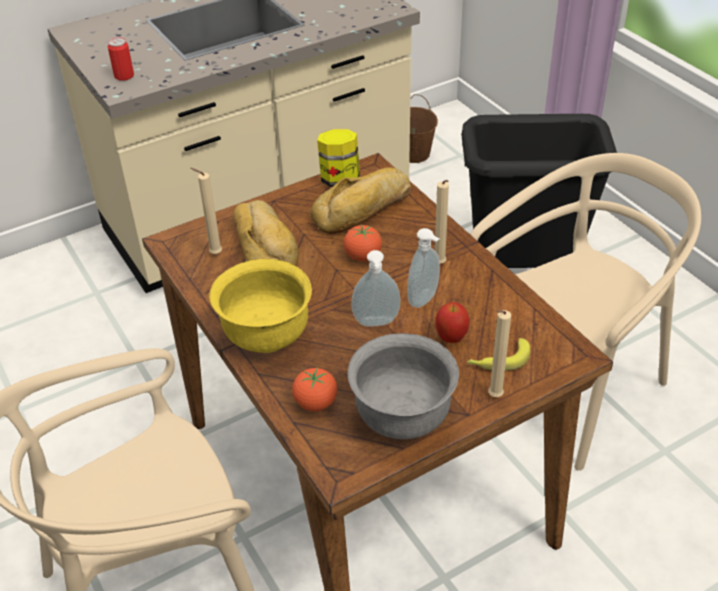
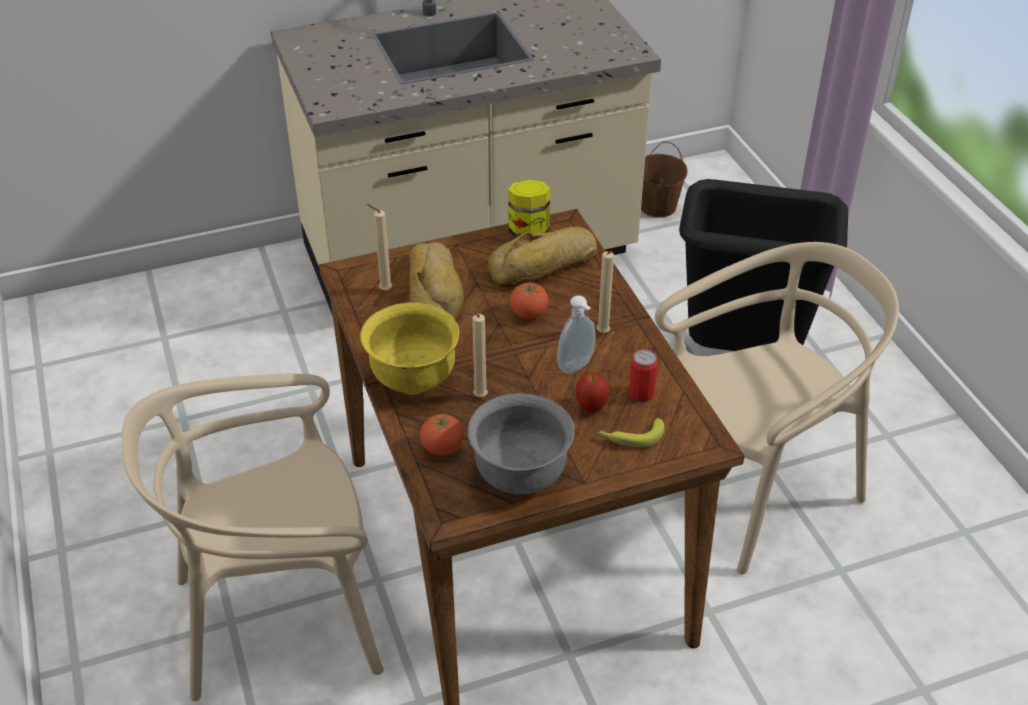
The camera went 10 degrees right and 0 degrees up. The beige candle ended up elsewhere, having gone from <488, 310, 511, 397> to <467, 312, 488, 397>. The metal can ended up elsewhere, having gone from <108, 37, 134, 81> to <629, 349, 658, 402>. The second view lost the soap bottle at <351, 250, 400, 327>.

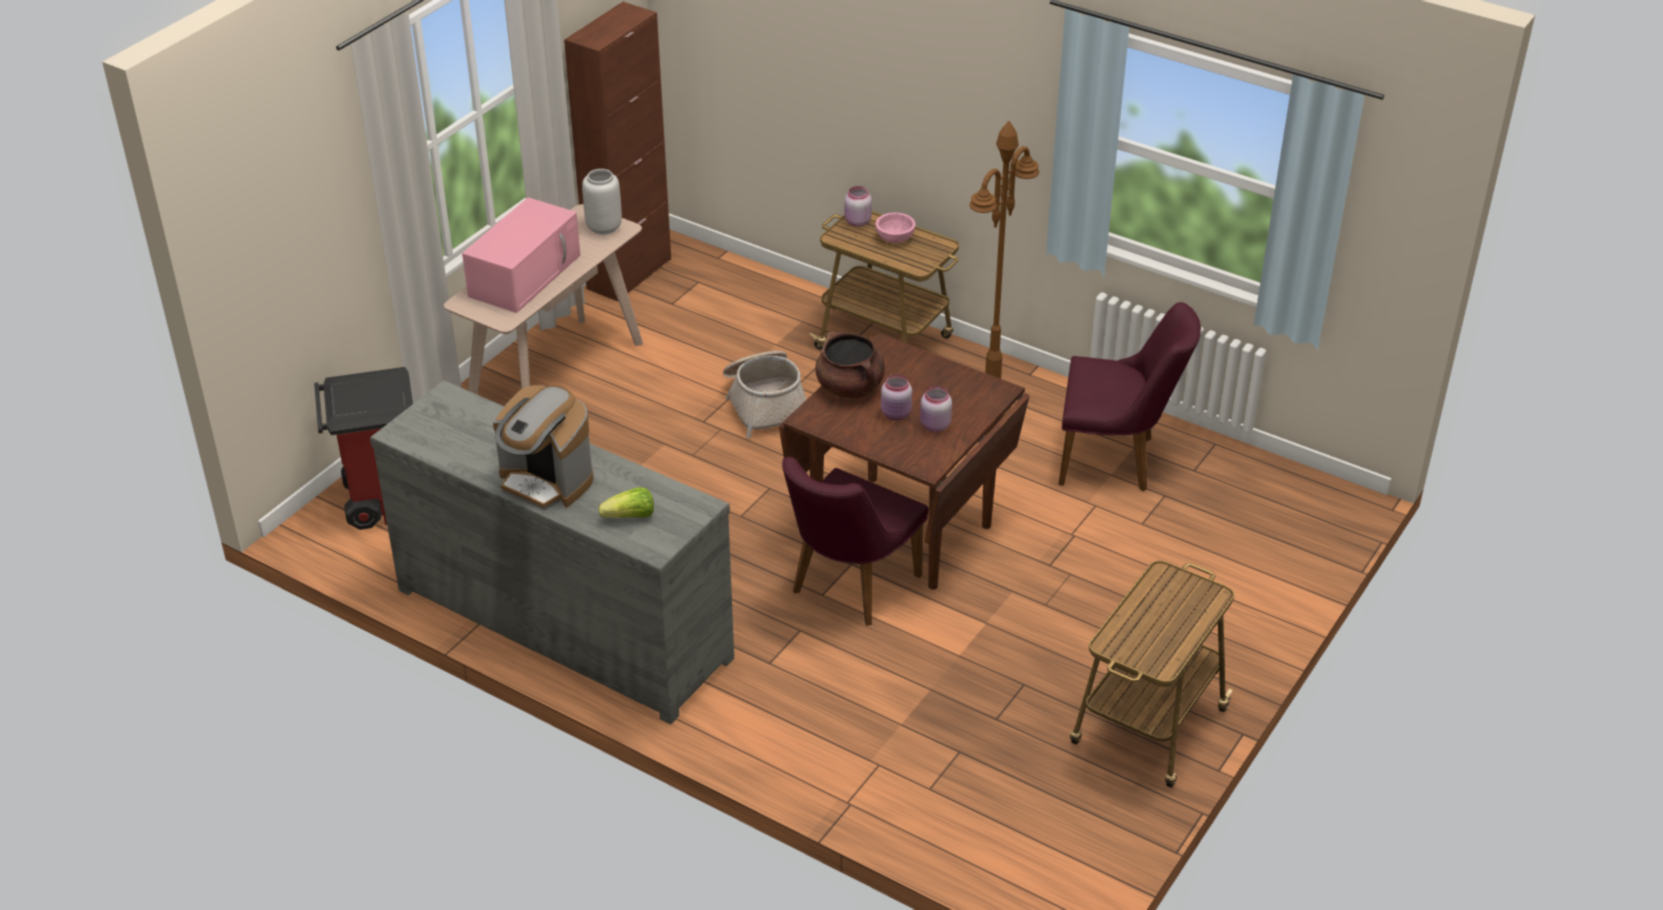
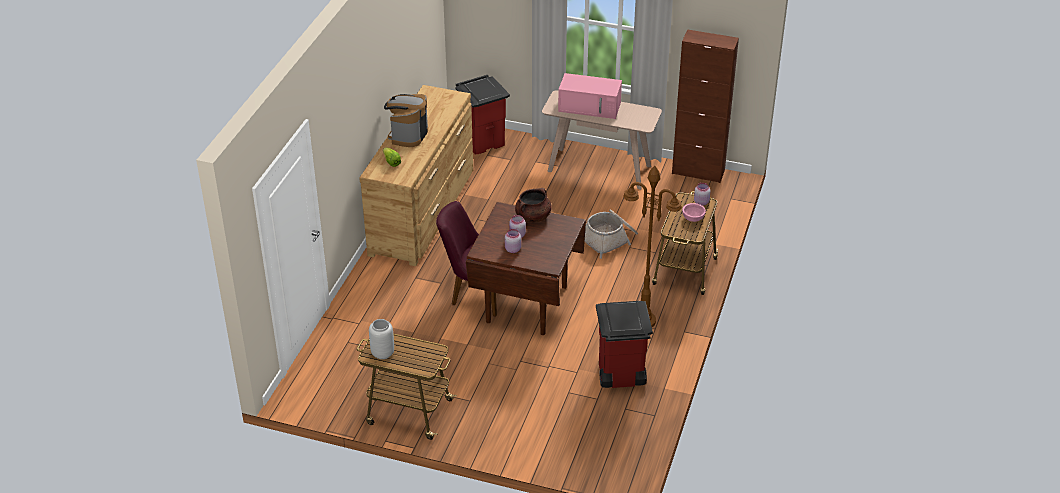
The camera went 75 degrees right and 0 degrees up. What was the gray drawer chest at <370, 381, 734, 724> turned into the brownish drawer chest at <359, 85, 473, 266>. The gray flower vase ended up elsewhere, having gone from <582, 169, 622, 235> to <369, 319, 394, 359>. Where the purple chair stood at <1059, 302, 1201, 491>, the reddish rubbish bin came to stand at <596, 301, 653, 388>.

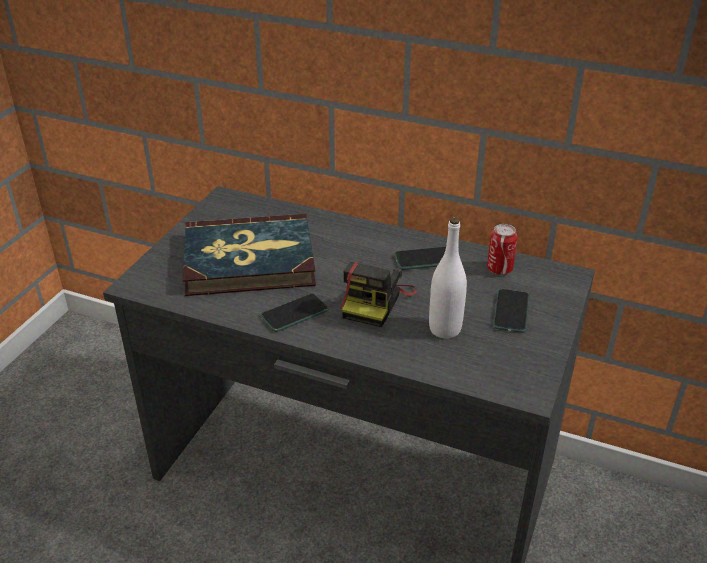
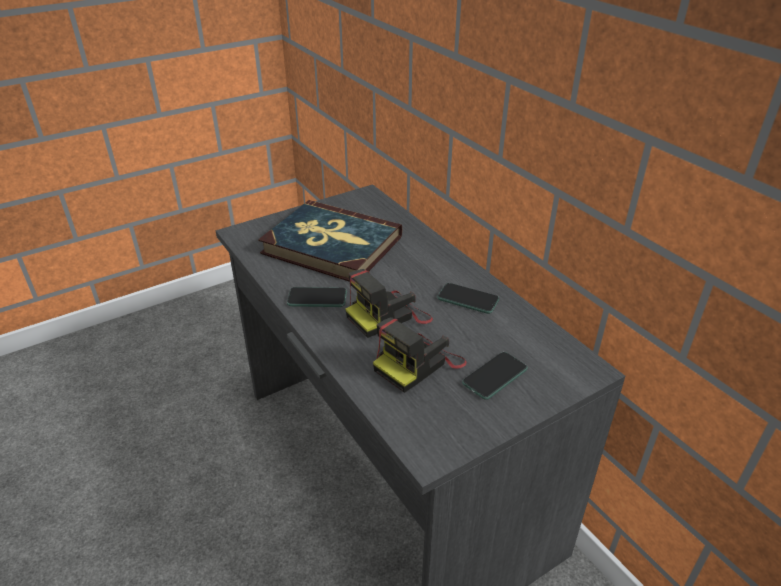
The camera went 35 degrees right and 0 degrees up. Where the whitish drink bottle stood at <429, 217, 467, 339>, the photo camera came to stand at <373, 317, 467, 393>. The second view lost the metal can at <487, 224, 518, 275>.

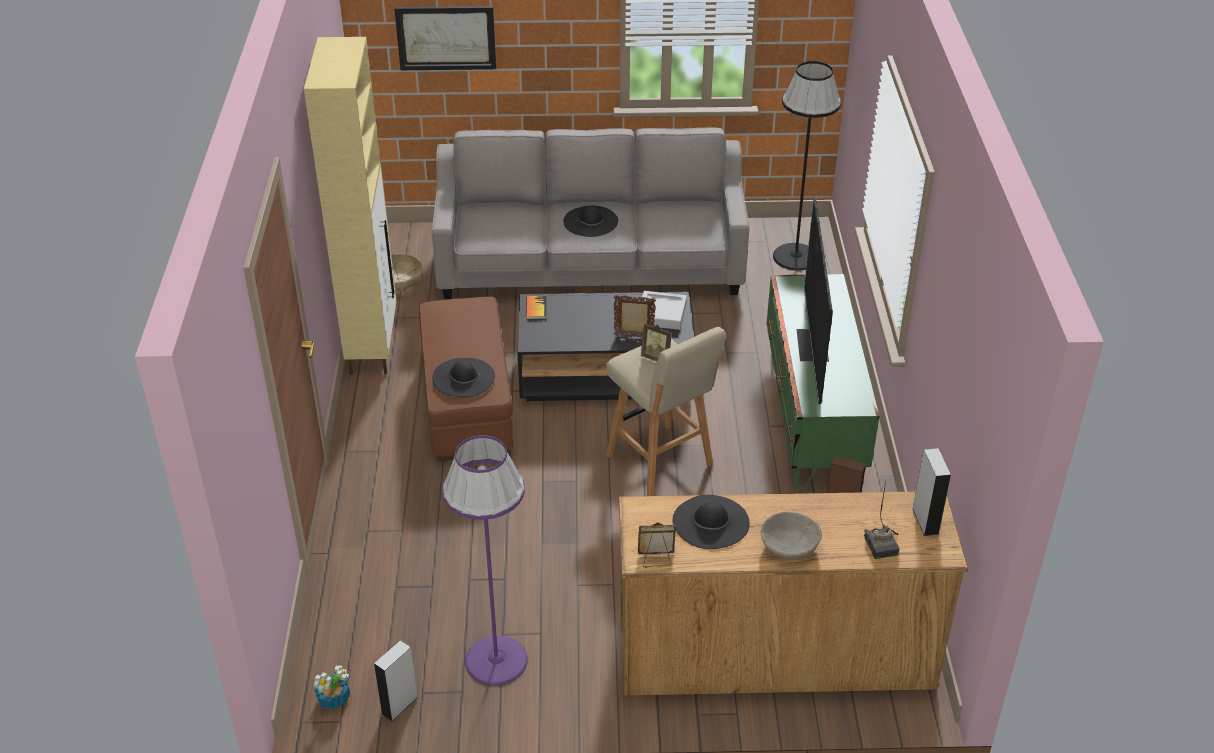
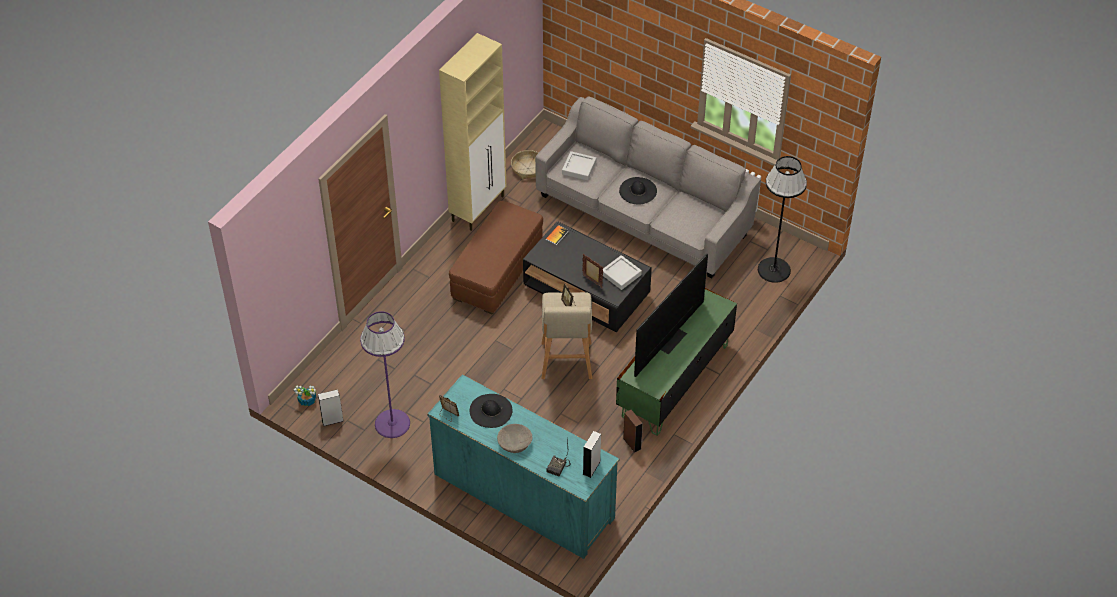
The camera went 35 degrees right and 10 degrees up. What was the brownish drawer chest at <619, 492, 968, 695> turned into the turquoise-coloured drawer chest at <427, 374, 620, 559>. The second view gained the gray tray at <562, 151, 596, 181>. The second view lost the wall picture at <394, 6, 496, 70>. The second view lost the black-coloured wearable hat at <432, 358, 495, 398>.

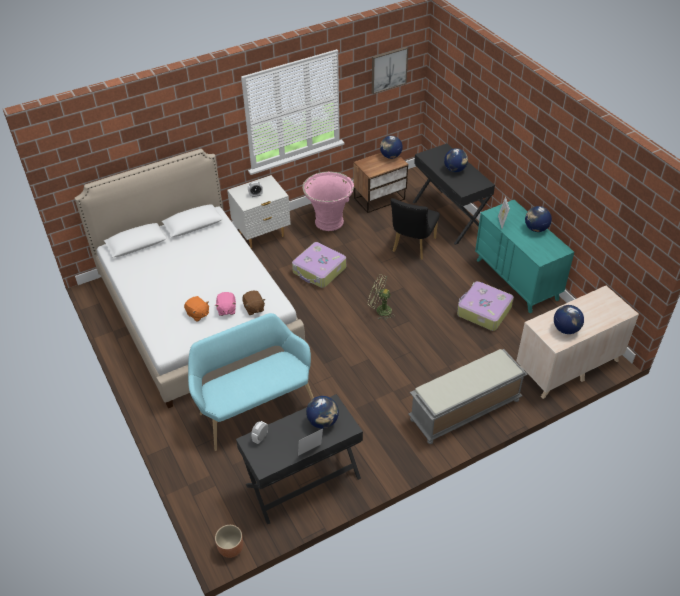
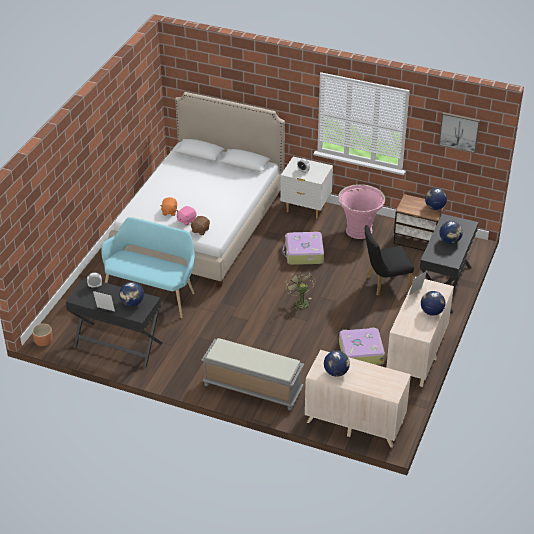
The camera went 50 degrees right and 5 degrees down. What was the turquoise-coloured drawer chest at <475, 200, 574, 313> turned into the beige drawer chest at <386, 277, 454, 387>.

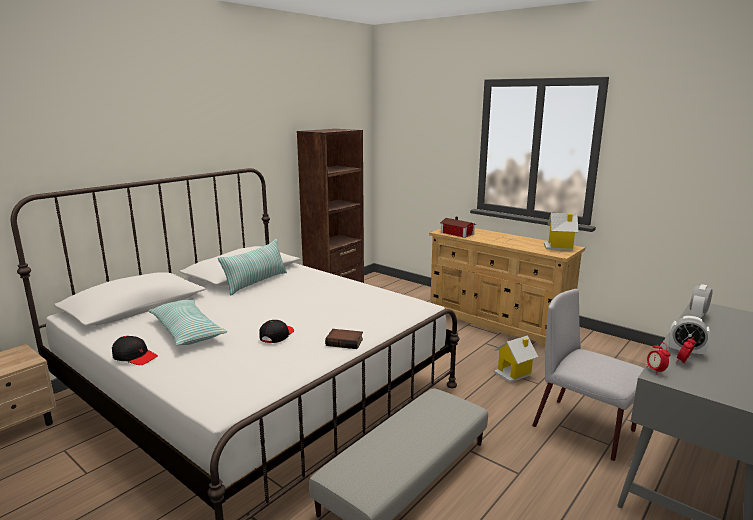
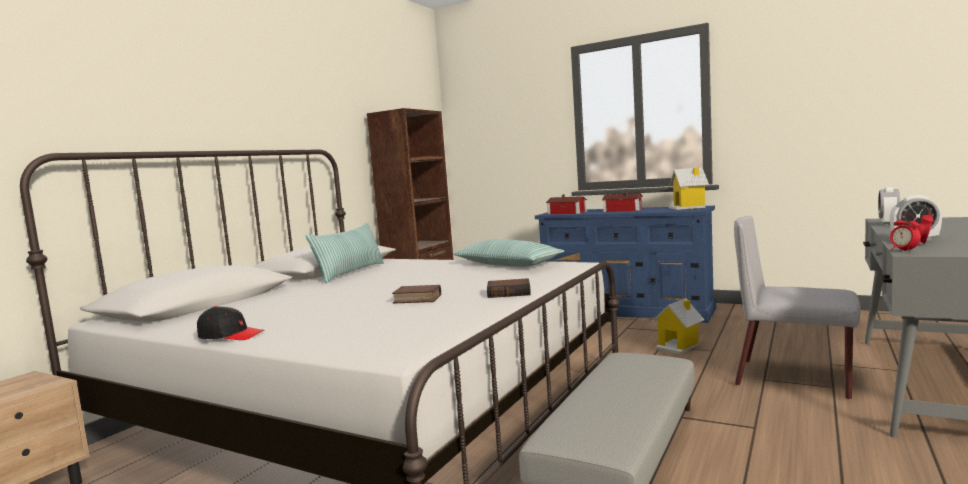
The camera went 10 degrees left and 10 degrees down. Where the black-coloured peaked cap stood at <259, 320, 294, 343>, the bound book came to stand at <392, 285, 441, 303>. The pillow ended up elsewhere, having gone from <148, 300, 227, 346> to <453, 239, 564, 267>. What was the beige drawer chest at <429, 228, 585, 347> turned into the blue-coloured drawer chest at <535, 206, 716, 323>. The second view gained the model house at <602, 191, 643, 212>.

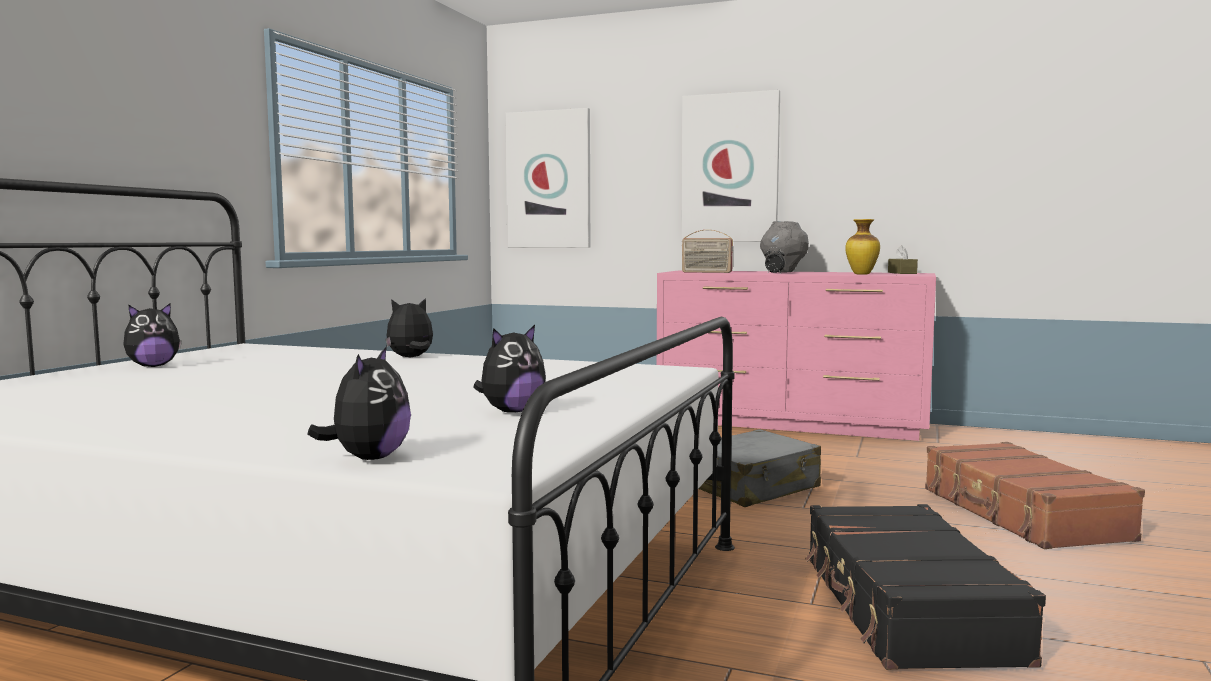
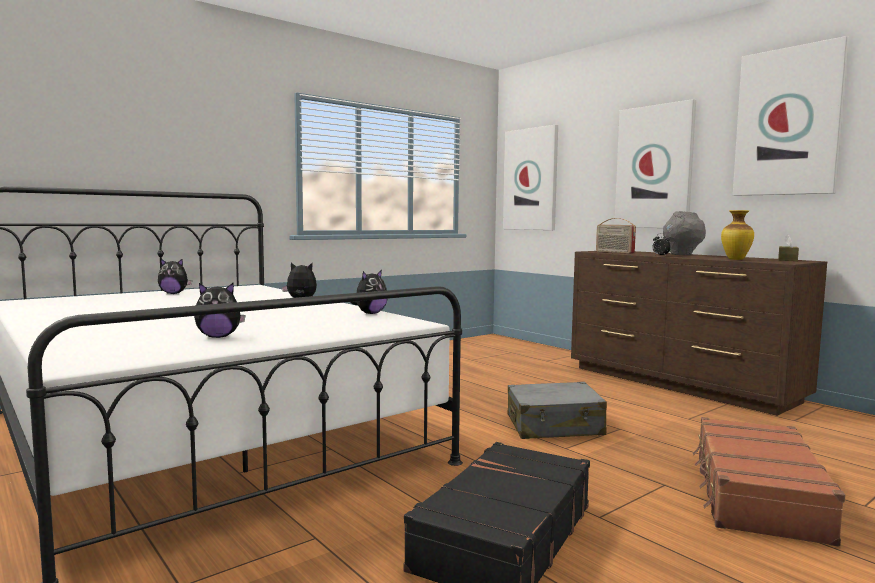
The camera went 30 degrees right and 0 degrees up. The cuddly toy ended up elsewhere, having gone from <307, 346, 411, 460> to <350, 270, 387, 314>. What was the pink-coloured drawer chest at <657, 270, 936, 441> turned into the brownish drawer chest at <571, 251, 827, 416>. The second view gained the wall picture at <733, 36, 849, 196>.

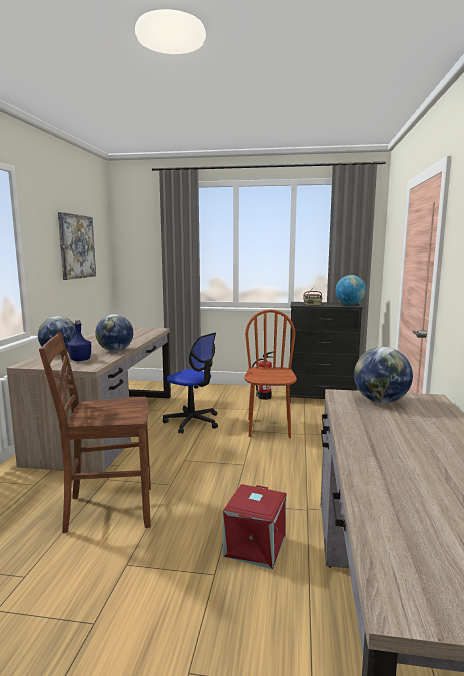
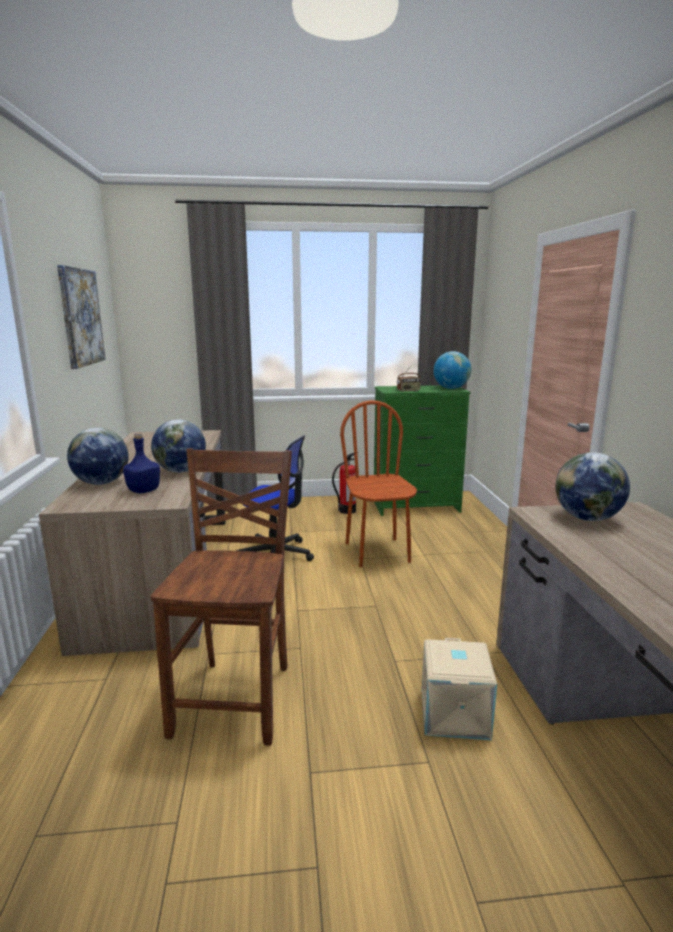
The camera went 15 degrees left and 5 degrees up. The brownish chair at <39, 332, 151, 533> ended up facing another way, 120 degrees clockwise from before. What was the black-coloured drawer chest at <289, 302, 363, 402> turned into the green drawer chest at <374, 385, 471, 516>. What was the reddish storage container at <223, 484, 287, 570> turned into the beige storage container at <422, 638, 497, 740>.

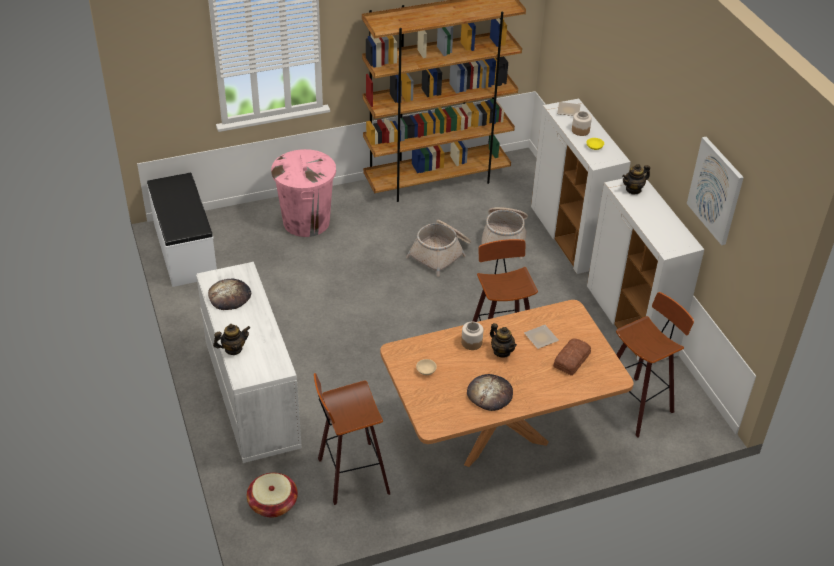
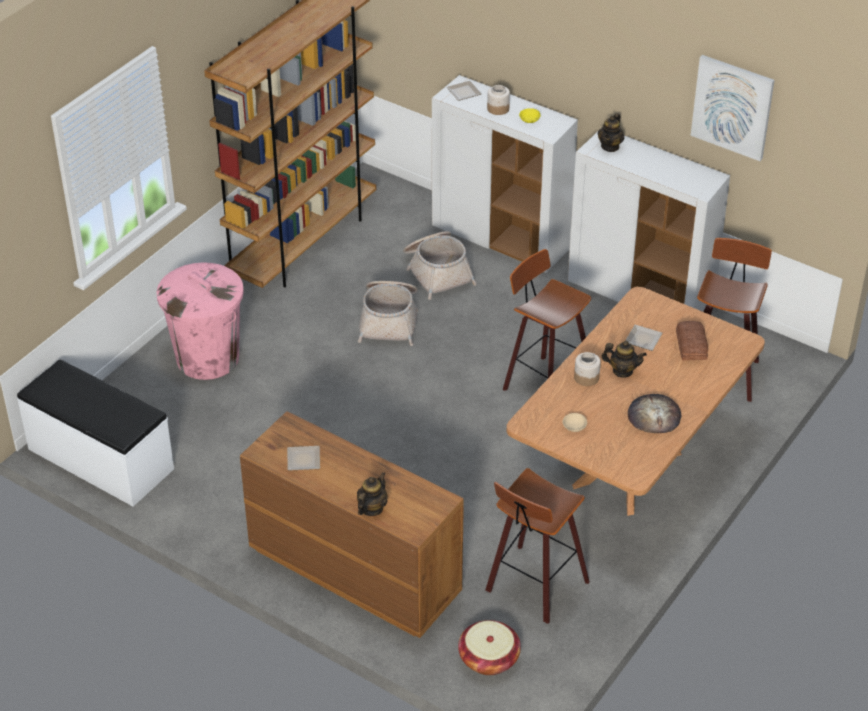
The camera went 35 degrees left and 0 degrees up. What was the whitish drawer chest at <196, 262, 302, 463> turned into the brownish drawer chest at <240, 411, 464, 638>. Where the baked bread stood at <208, 279, 251, 310>, the plate came to stand at <287, 446, 320, 471>.

